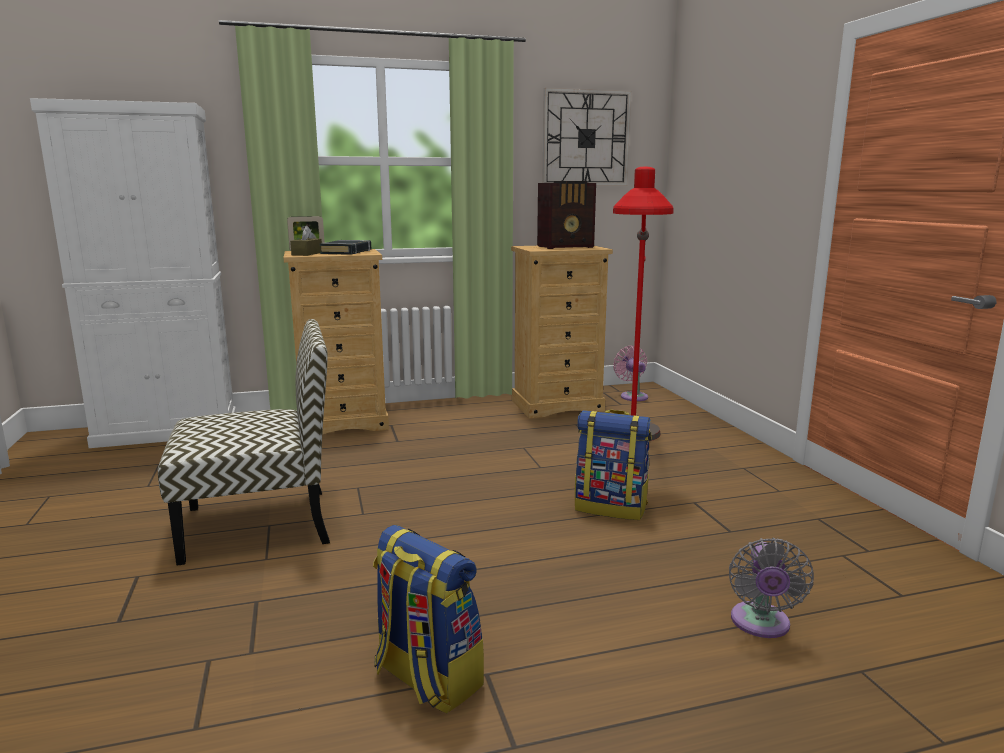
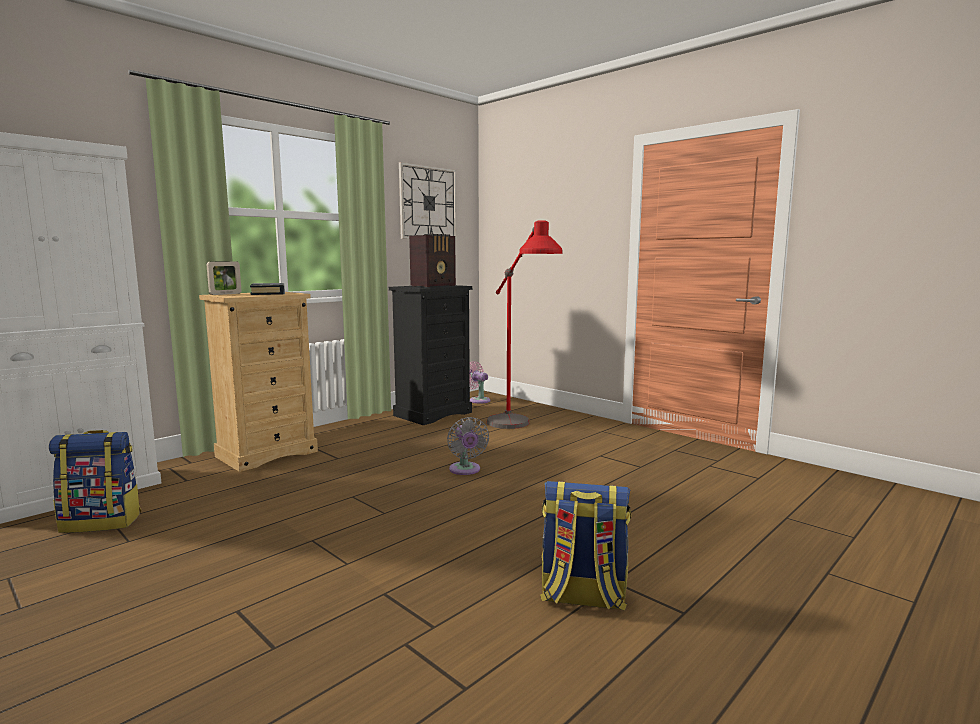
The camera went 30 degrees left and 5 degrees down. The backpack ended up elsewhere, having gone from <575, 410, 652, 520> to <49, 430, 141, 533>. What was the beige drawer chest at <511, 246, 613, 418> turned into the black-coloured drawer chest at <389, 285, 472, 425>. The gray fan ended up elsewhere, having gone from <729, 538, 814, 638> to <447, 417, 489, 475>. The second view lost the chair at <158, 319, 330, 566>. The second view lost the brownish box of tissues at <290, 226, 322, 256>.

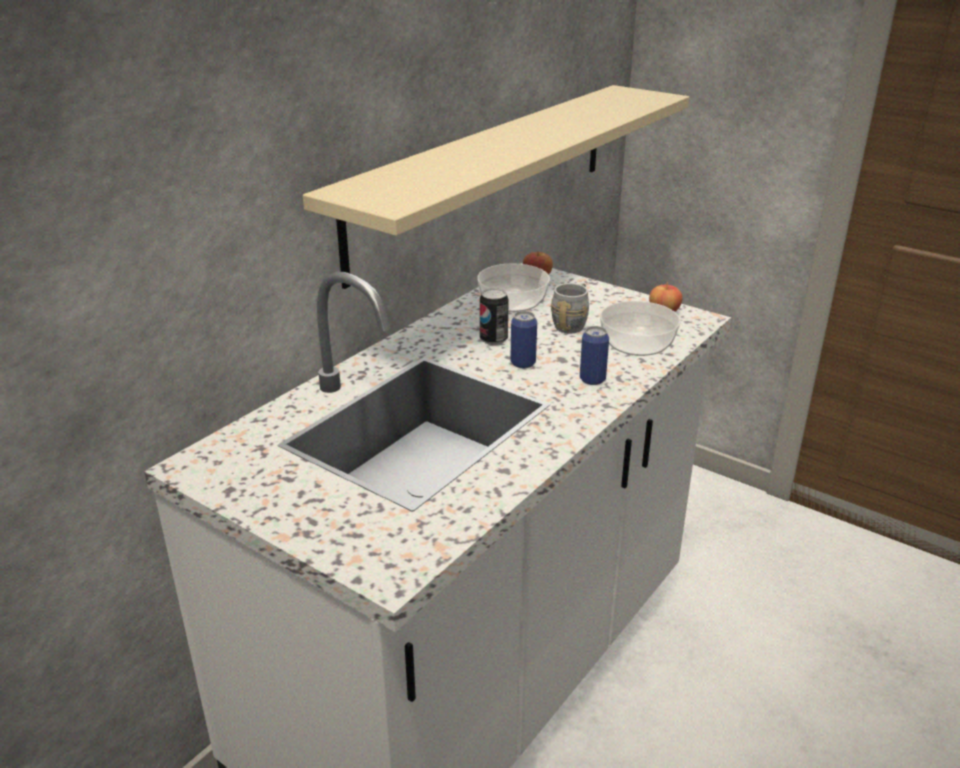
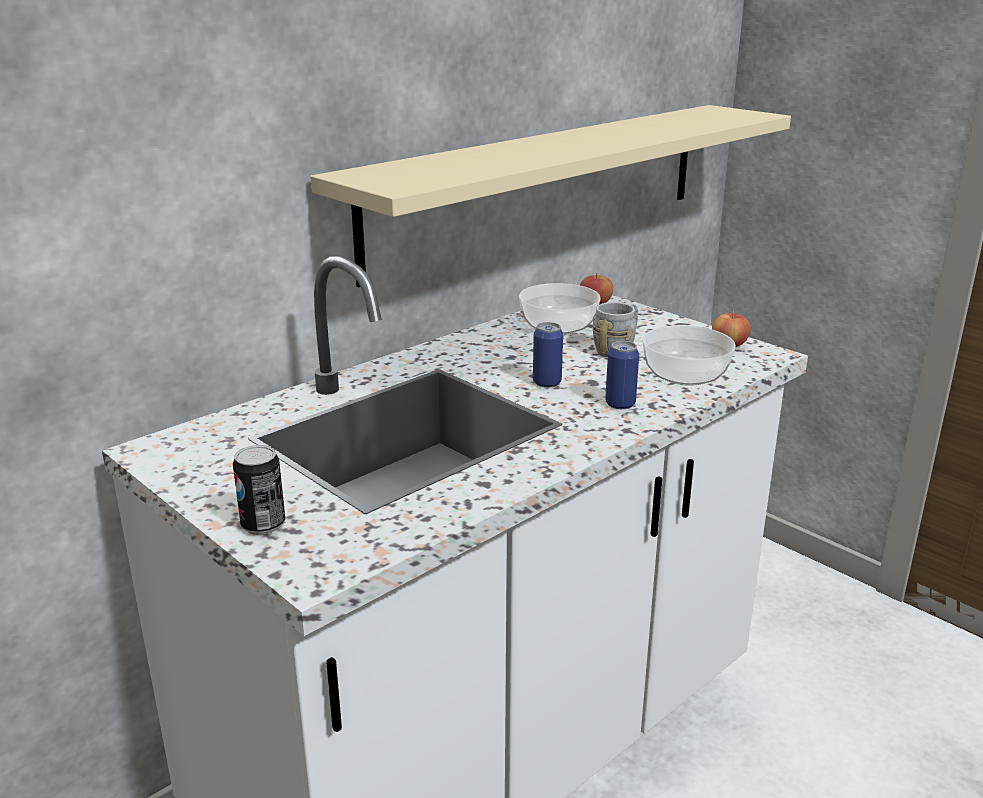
The camera went 10 degrees right and 5 degrees down. The metal can ended up elsewhere, having gone from <480, 288, 509, 345> to <233, 445, 285, 535>.

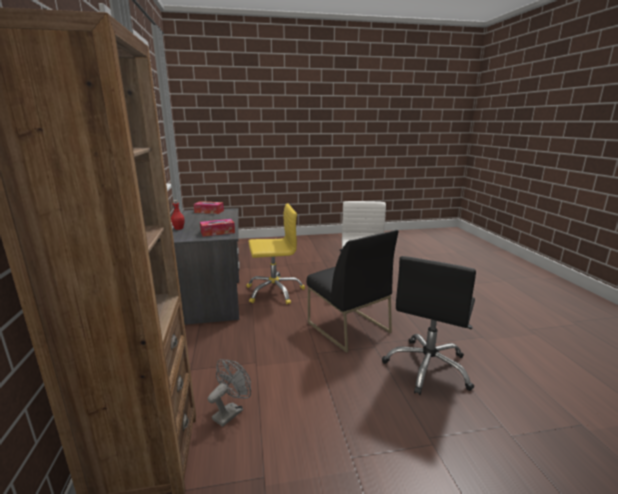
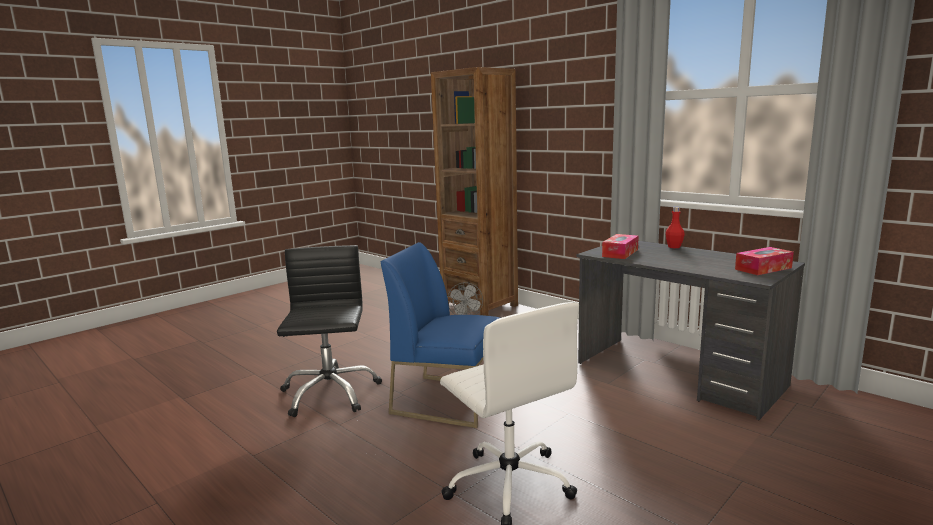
The camera went 145 degrees right and 5 degrees down. What was the black-coloured chair at <307, 230, 399, 353> turned into the blue-coloured chair at <380, 242, 500, 428>. The second view lost the yellowish office chair at <246, 203, 305, 304>.

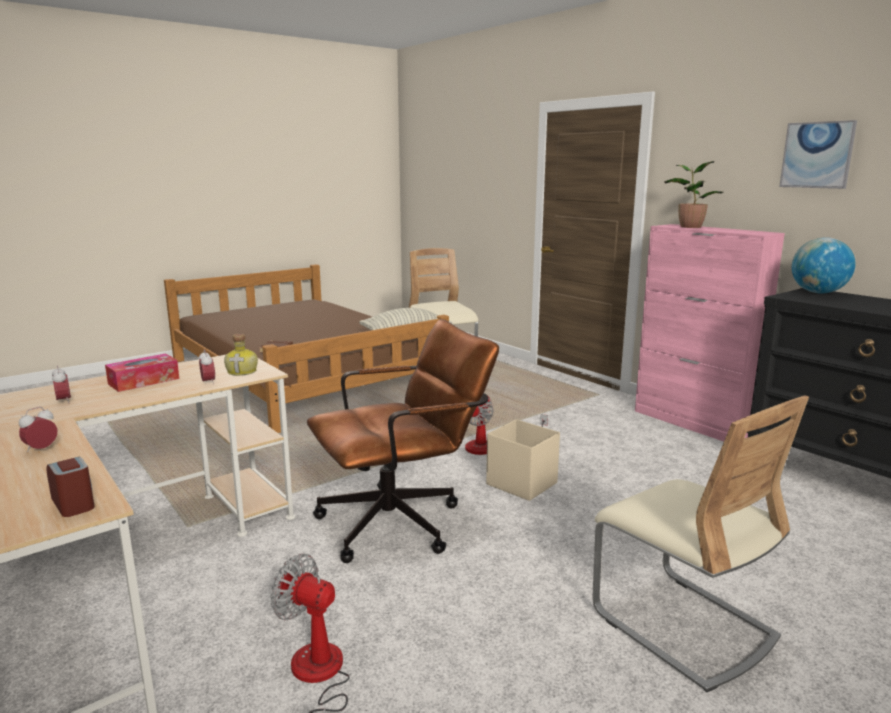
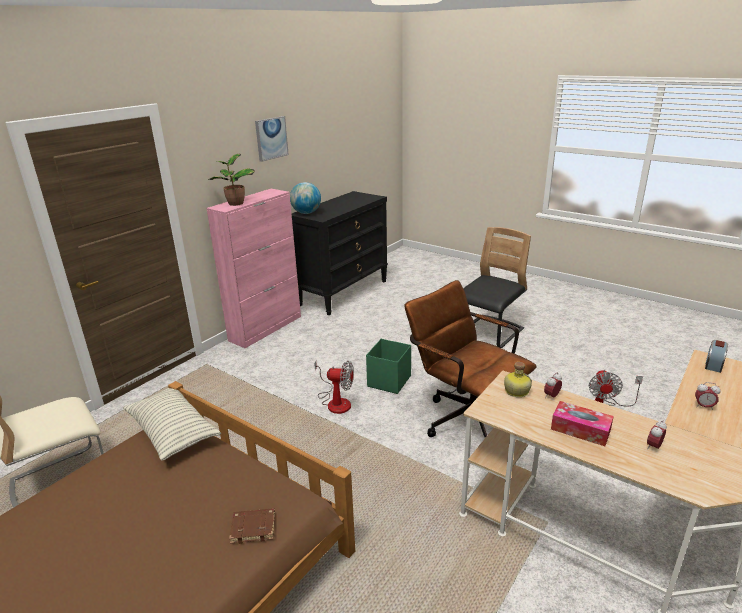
The camera went 105 degrees left and 10 degrees up. What was the beige storage container at <486, 420, 560, 501> turned into the green storage container at <366, 339, 411, 394>. What was the beige chair at <592, 395, 809, 692> turned into the black-coloured chair at <463, 227, 531, 348>.

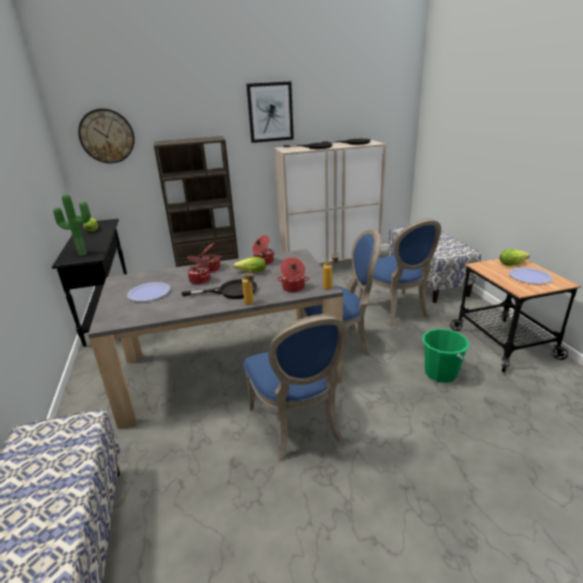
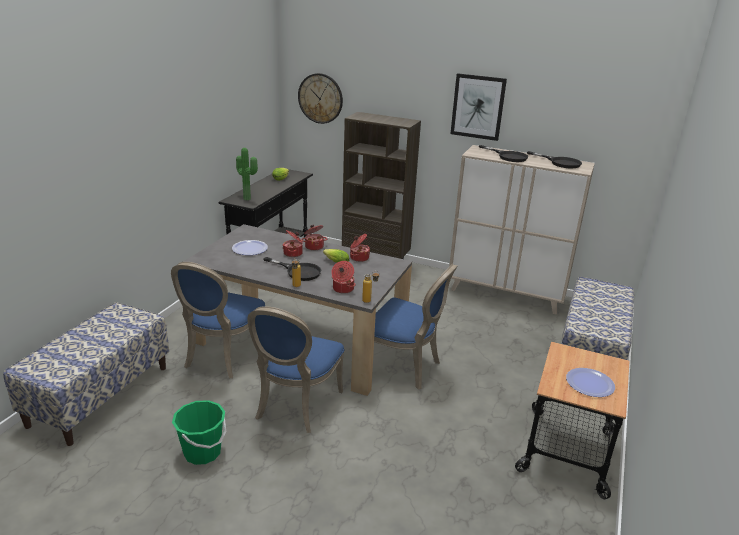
The camera went 35 degrees right and 0 degrees up. The blue-coloured chair ended up elsewhere, having gone from <359, 219, 441, 326> to <171, 262, 265, 378>. The green pail ended up elsewhere, having gone from <422, 329, 469, 383> to <172, 400, 226, 465>. The second view lost the head of lettuce at <500, 249, 530, 266>.

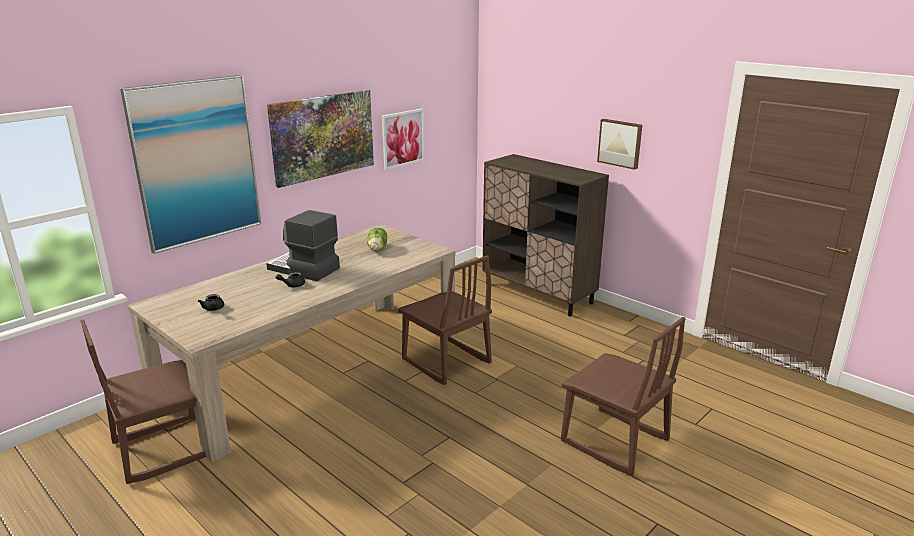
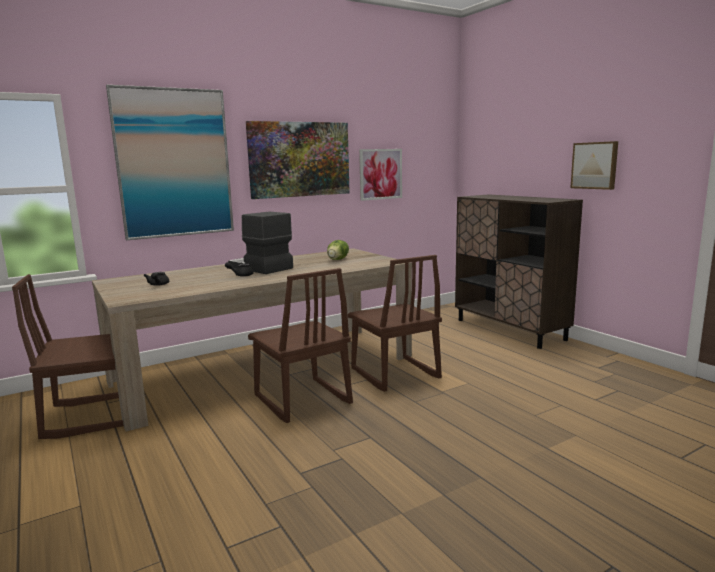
The camera went 15 degrees right and 10 degrees down. The brownish chair ended up elsewhere, having gone from <561, 317, 686, 476> to <248, 268, 353, 423>.

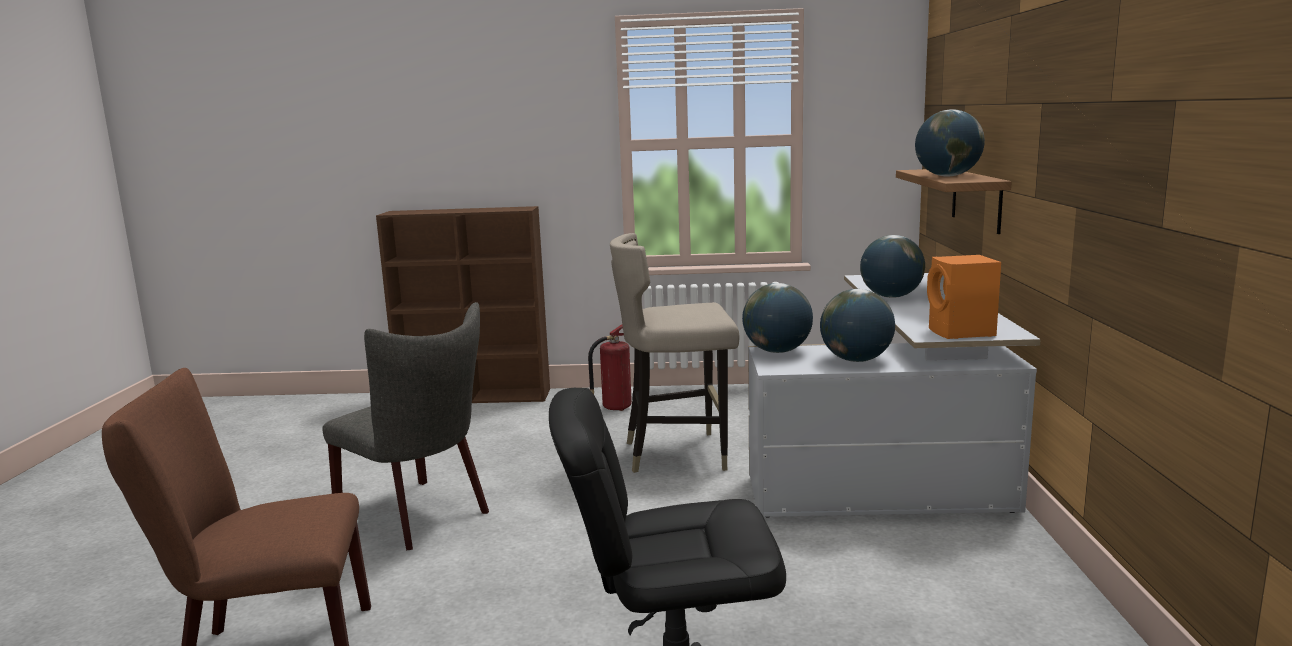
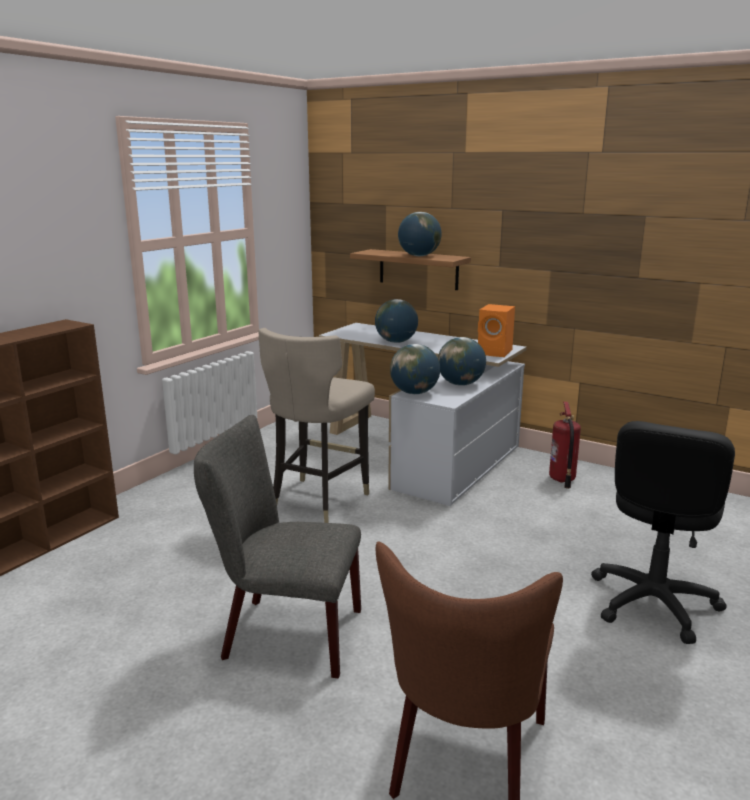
The camera went 60 degrees left and 5 degrees up. The gray chair at <322, 302, 489, 550> ended up facing another way, 150 degrees counterclockwise from before. The fire extinguisher ended up elsewhere, having gone from <588, 324, 632, 411> to <549, 402, 581, 489>.

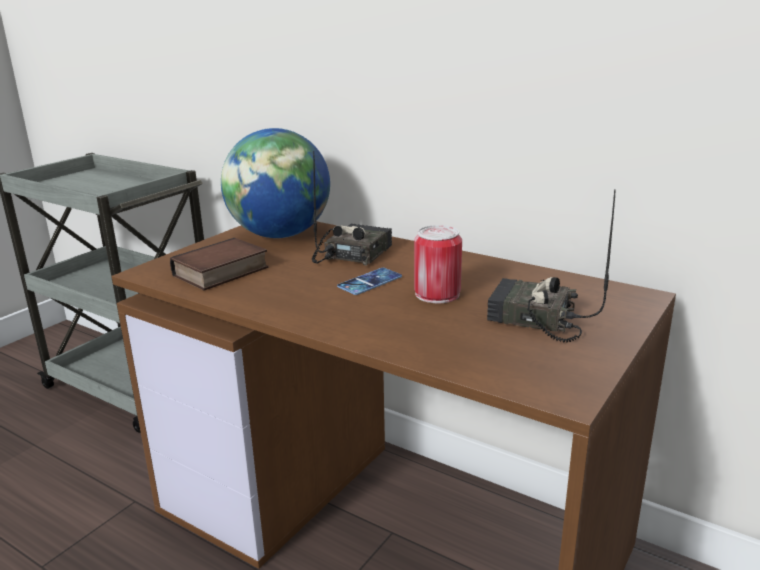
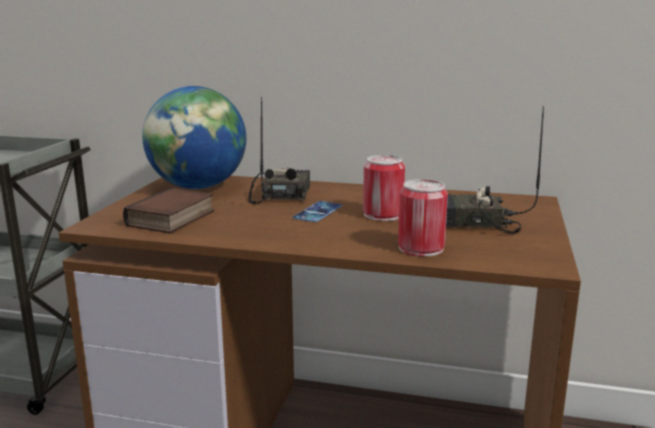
The camera went 20 degrees left and 5 degrees down. The second view gained the metal can at <398, 179, 448, 257>.

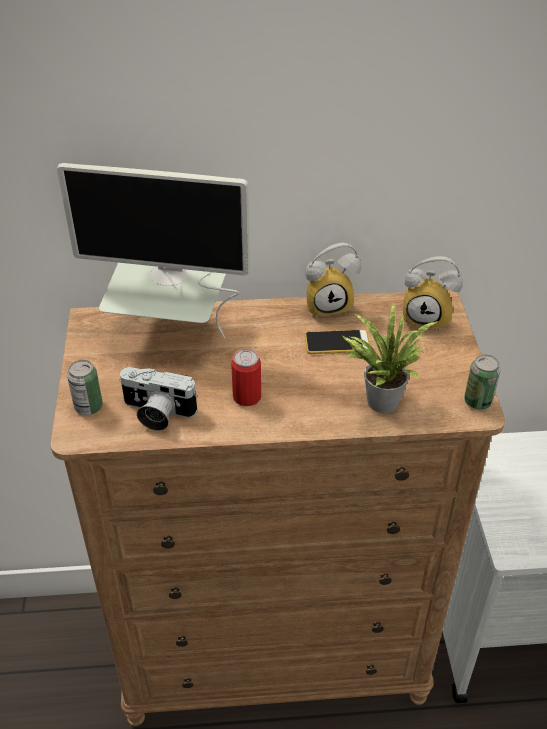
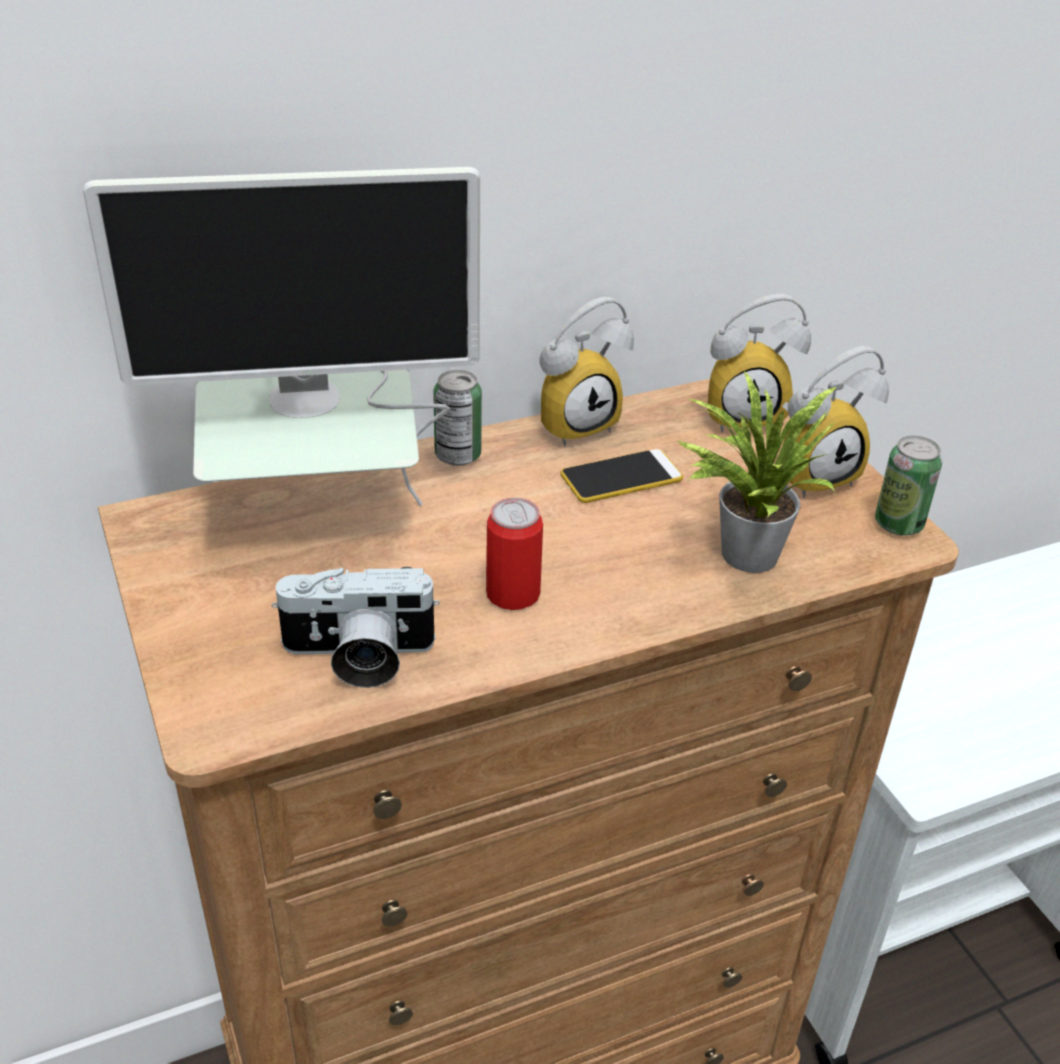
The camera went 20 degrees left and 5 degrees down. The metal can ended up elsewhere, having gone from <67, 360, 103, 415> to <433, 370, 482, 466>. The second view gained the bedside clock at <782, 346, 889, 498>.

